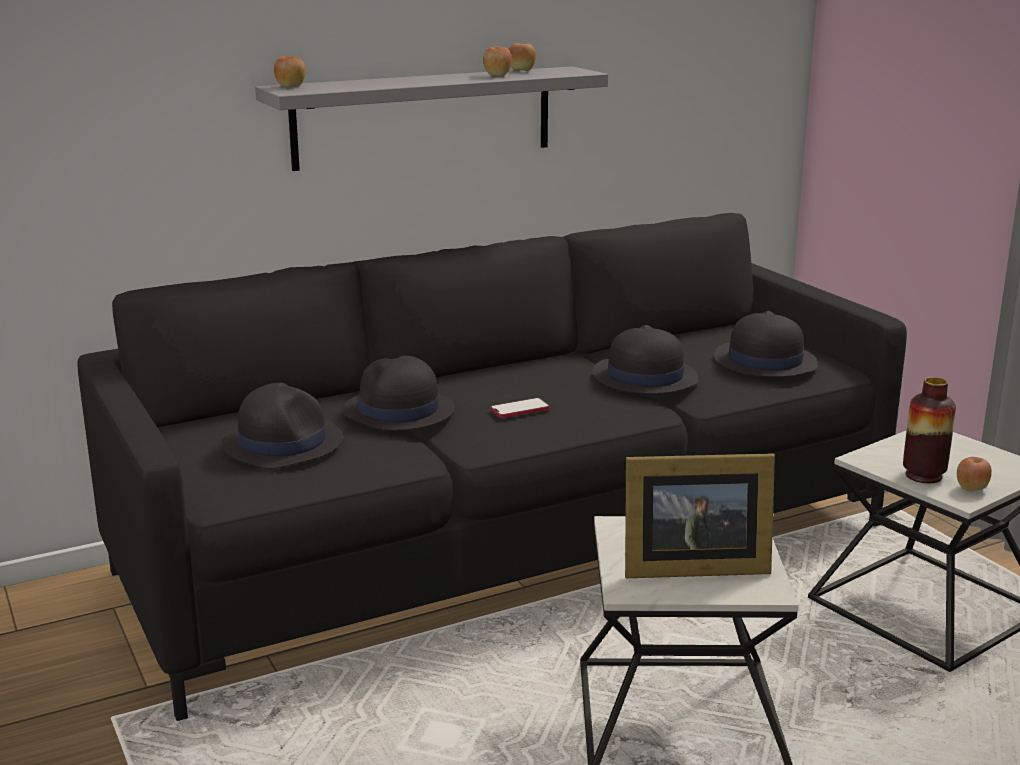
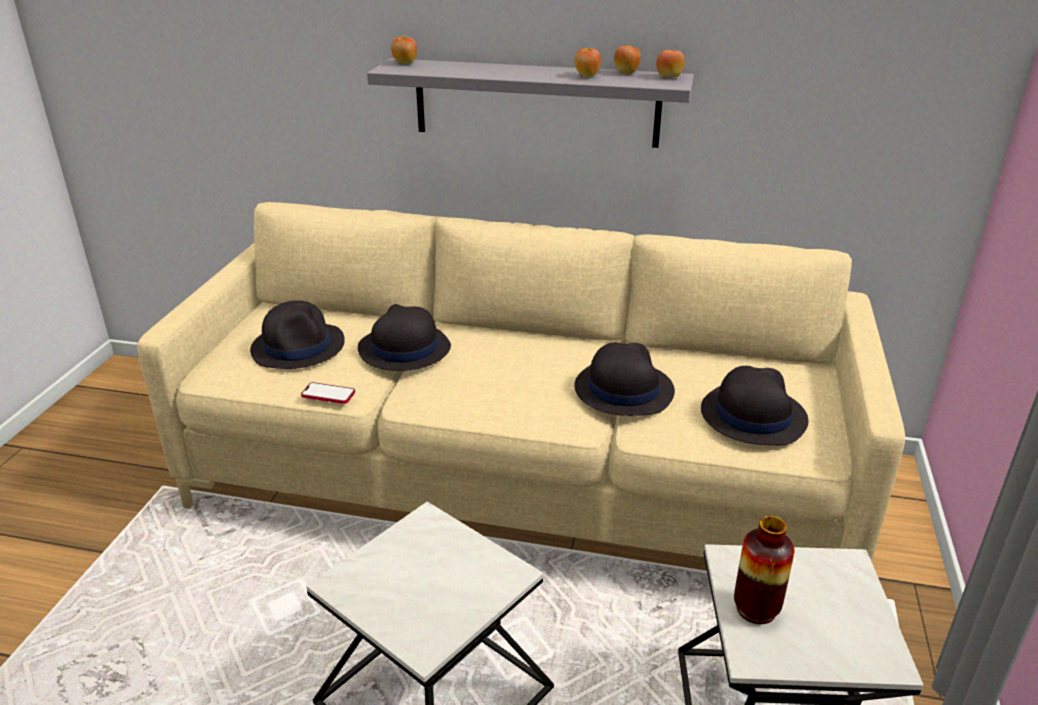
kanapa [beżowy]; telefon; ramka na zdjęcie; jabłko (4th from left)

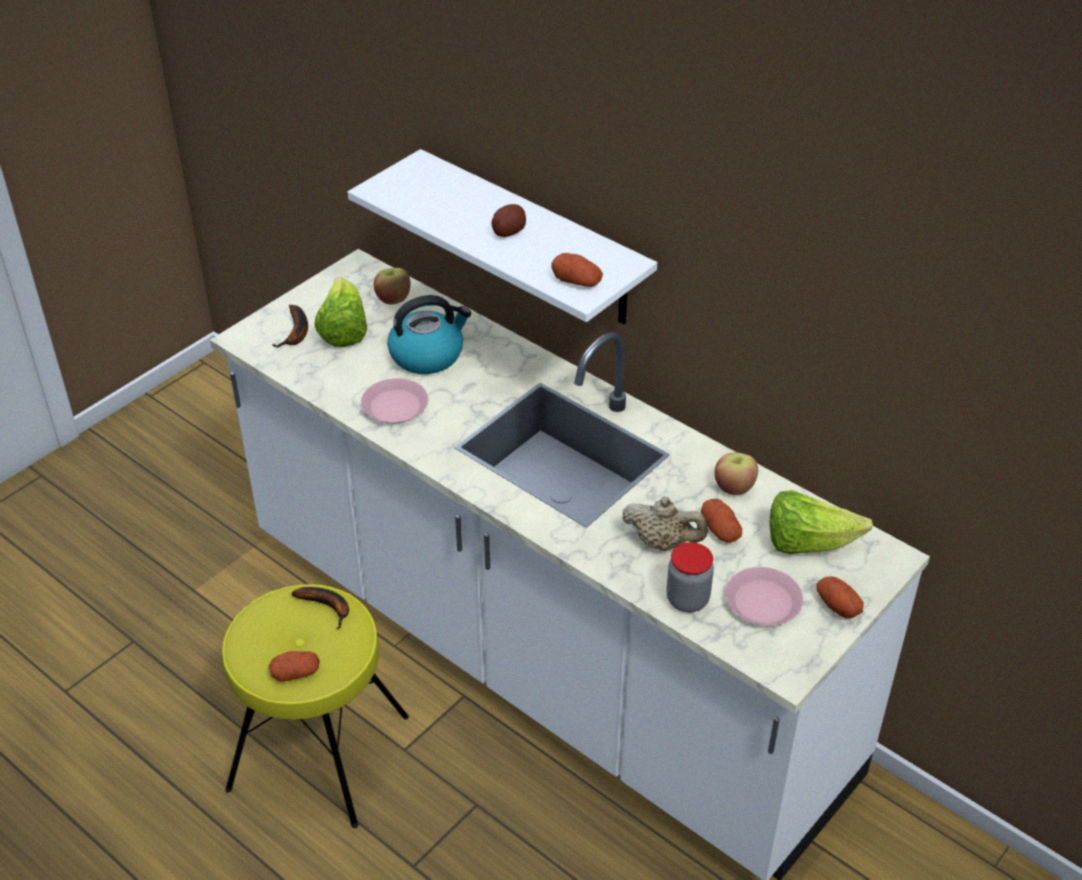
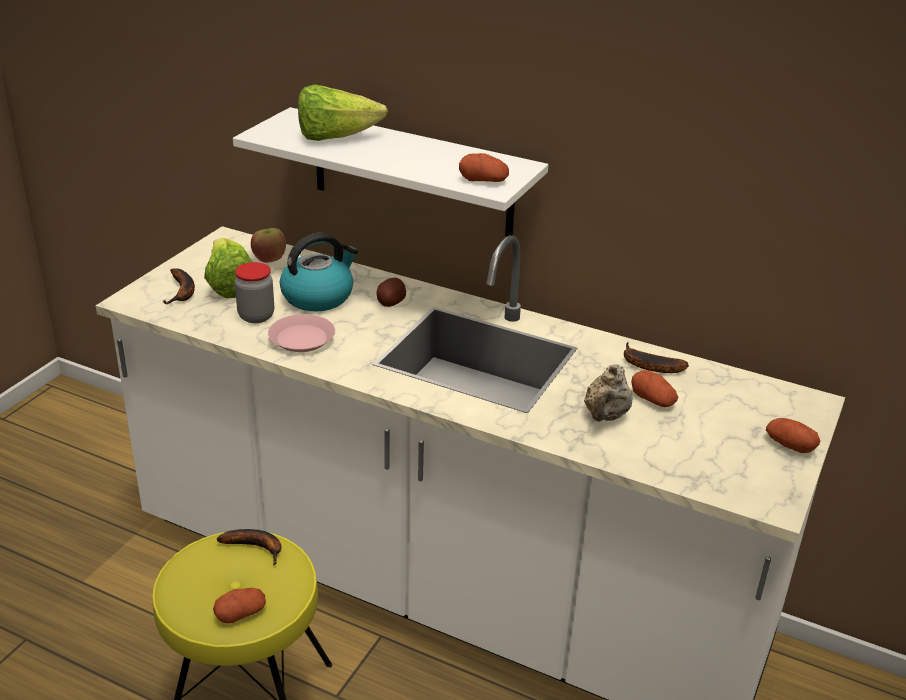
ziemniak (2nd from left); imbryk [beżowy]; słoik; banan (3rd from left); talerz [różowy] (2nd from left in the first image); sałata (2nd from left)

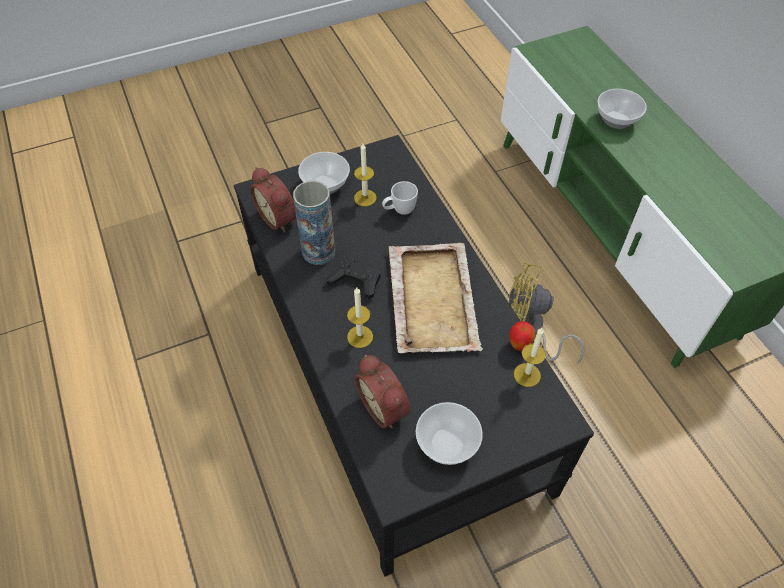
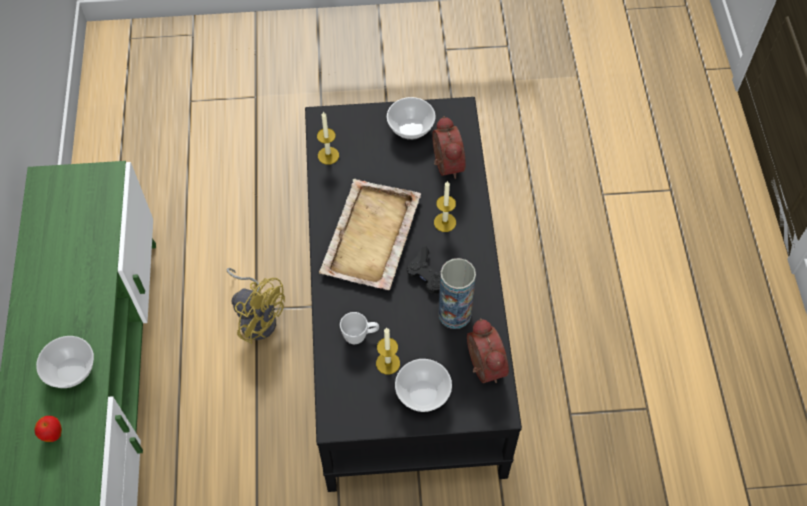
jabłko

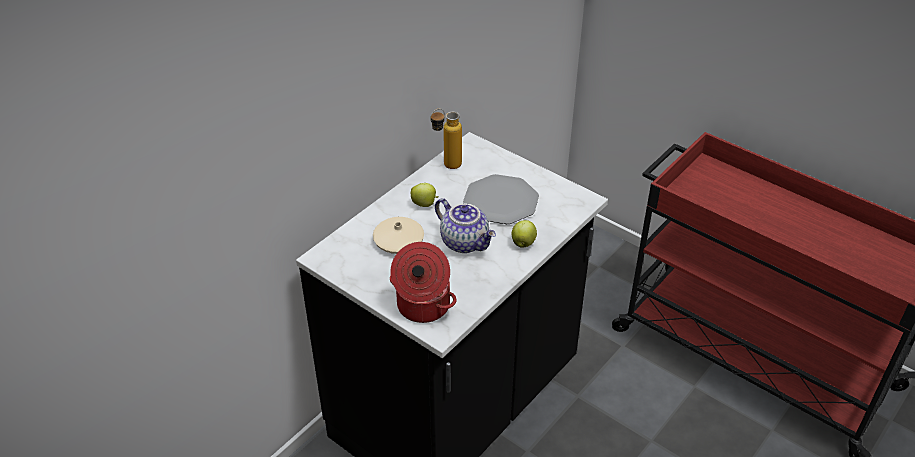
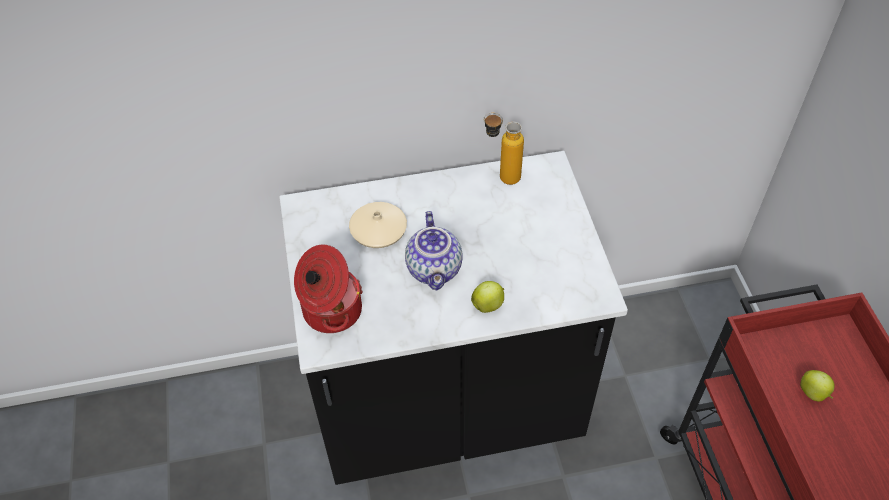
jabłko (2nd from left); talerz

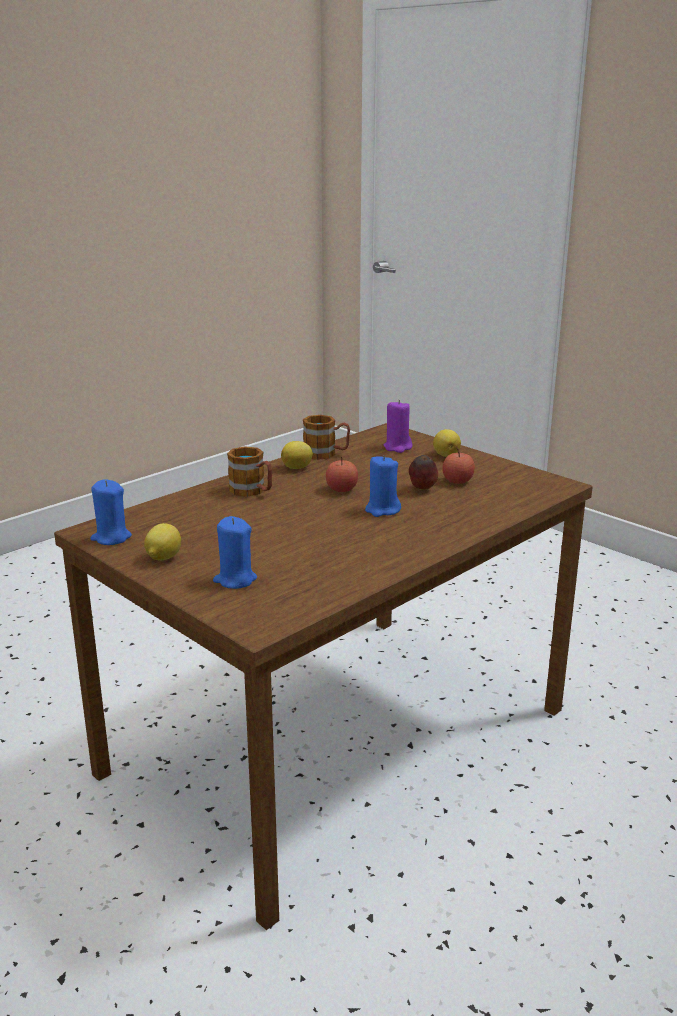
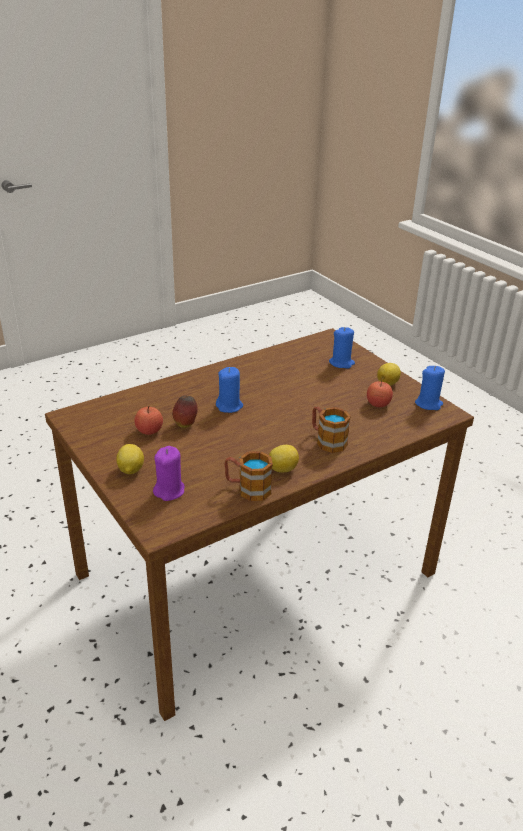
jabłko (3rd from left)

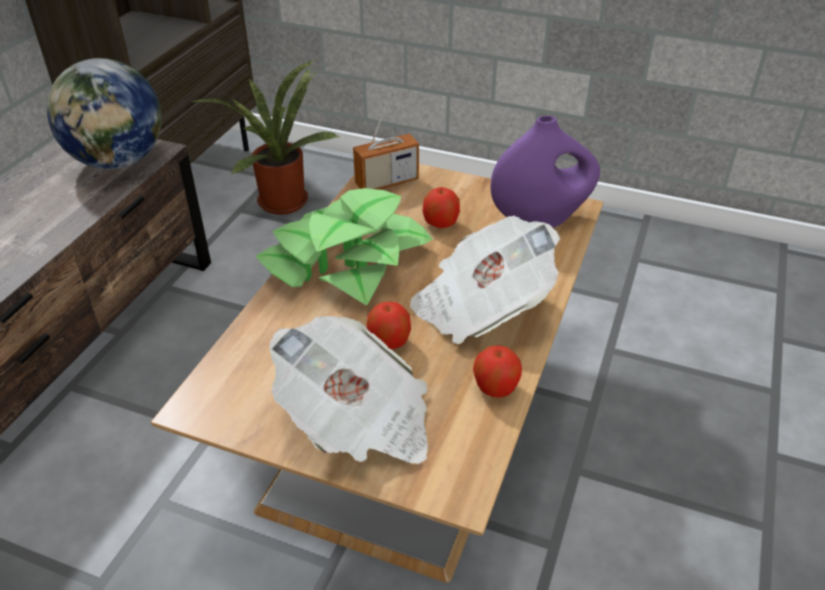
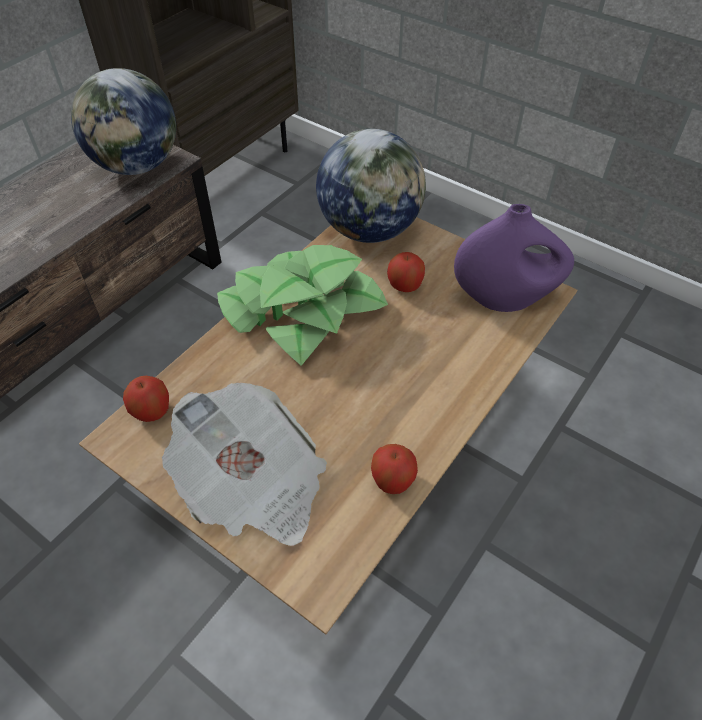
roślina doniczkowa (1st from left in the first image); globus (2nd from left); jabłko (1st from left); gazeta (2nd from left in the first image)

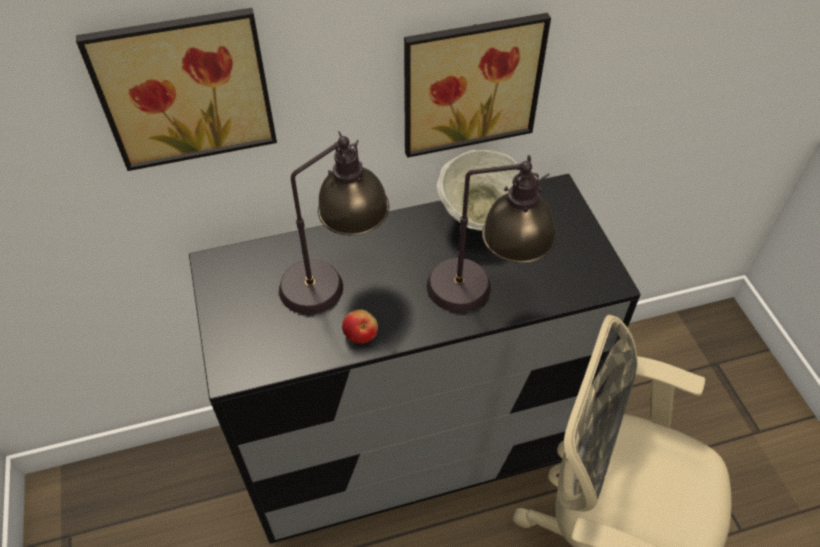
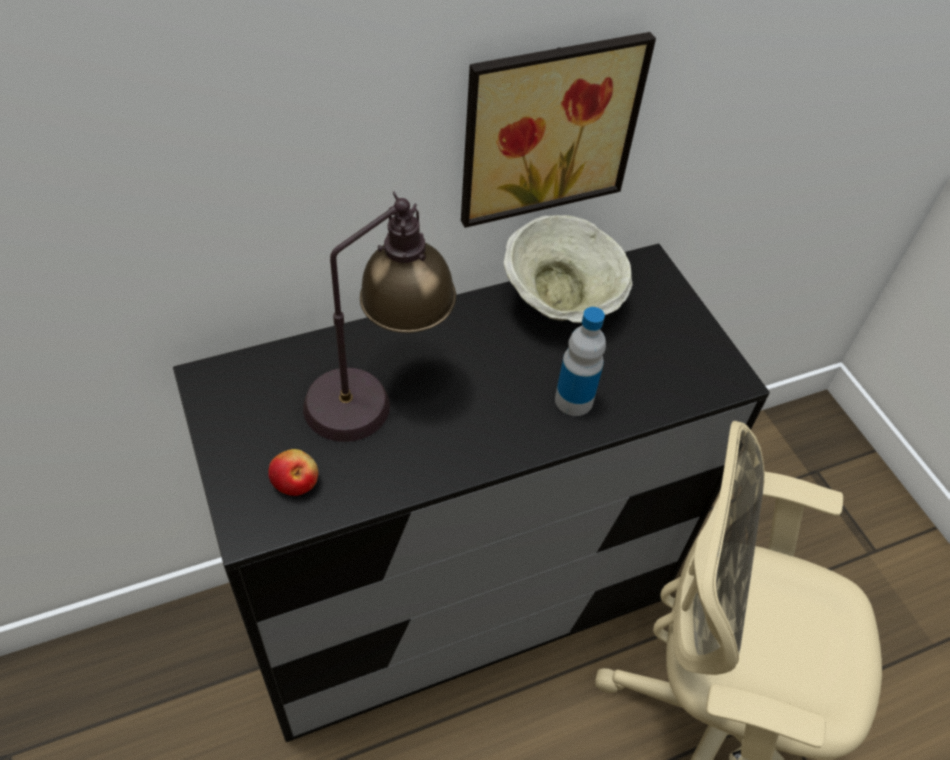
obraz (1st from left in the first image); jabłko; butelka

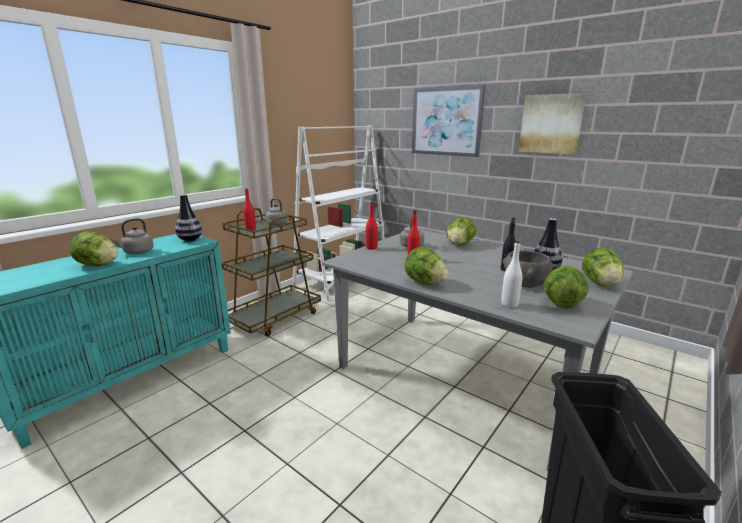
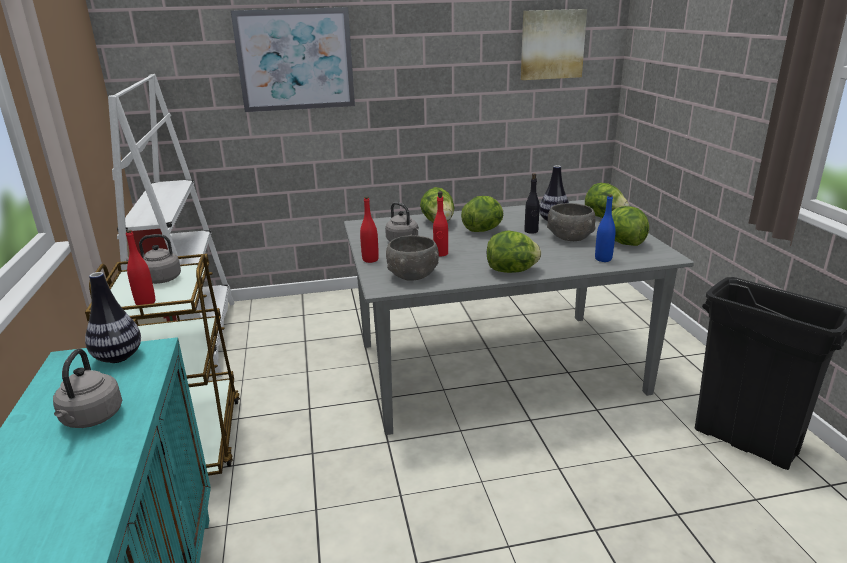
sałata (2nd from left); butelka [niebieski]; obraz (2nd from left); miska [szary] (1st from left)

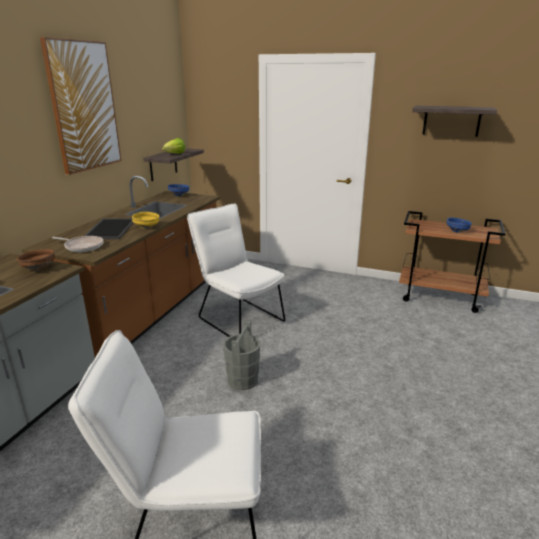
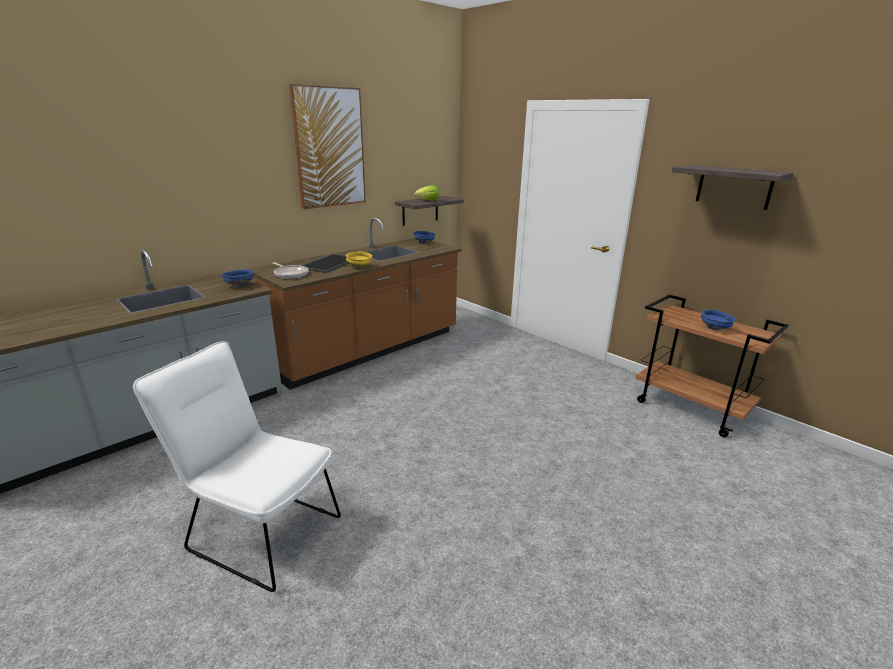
miska [niebieski] (1st from left); krzesło [biały] (2nd from left in the first image); wiadro [szary]

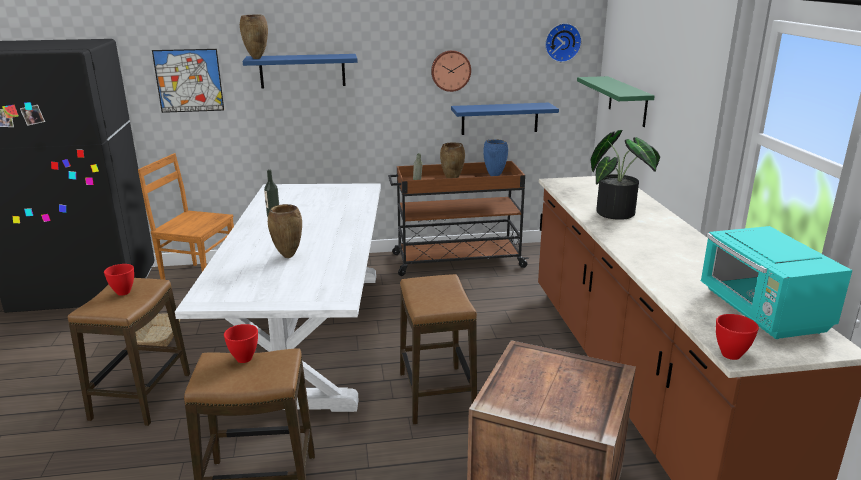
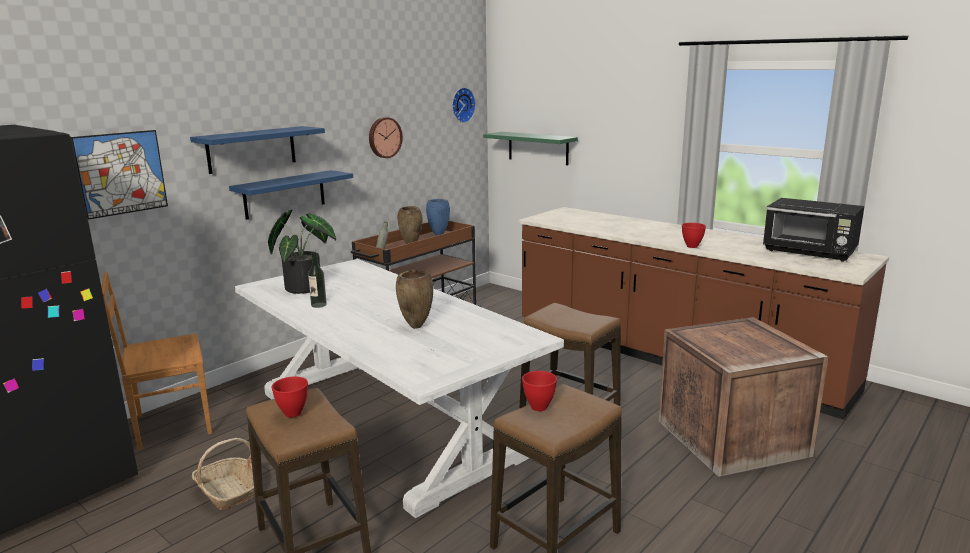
wazon [brązowy] (1st from left in the first image); półka [niebieski] (2nd from left); roślina doniczkowa; mikrofalówka [czarny]; miska [czerwony] (3rd from left)

